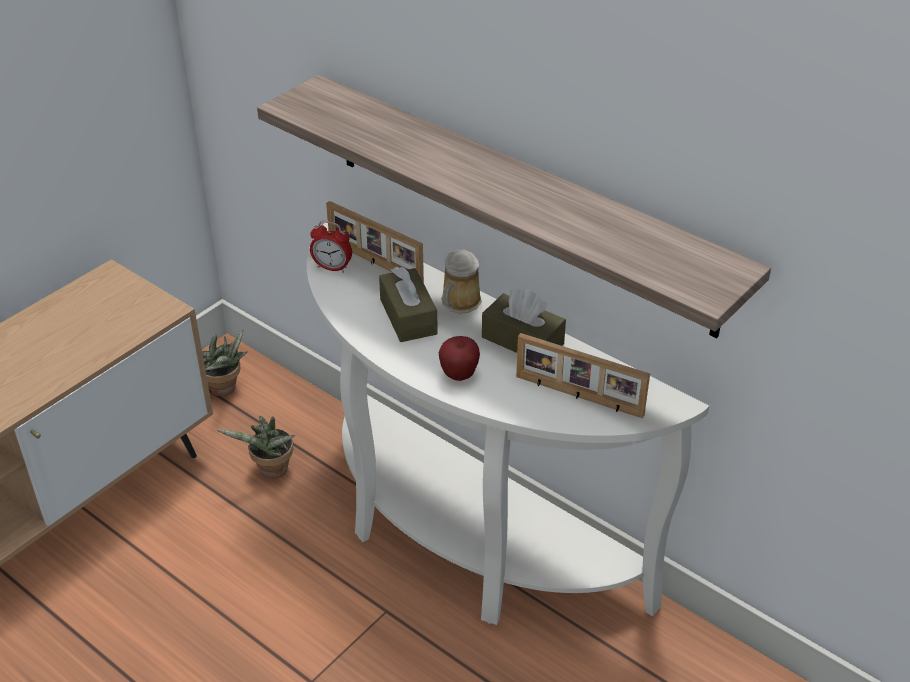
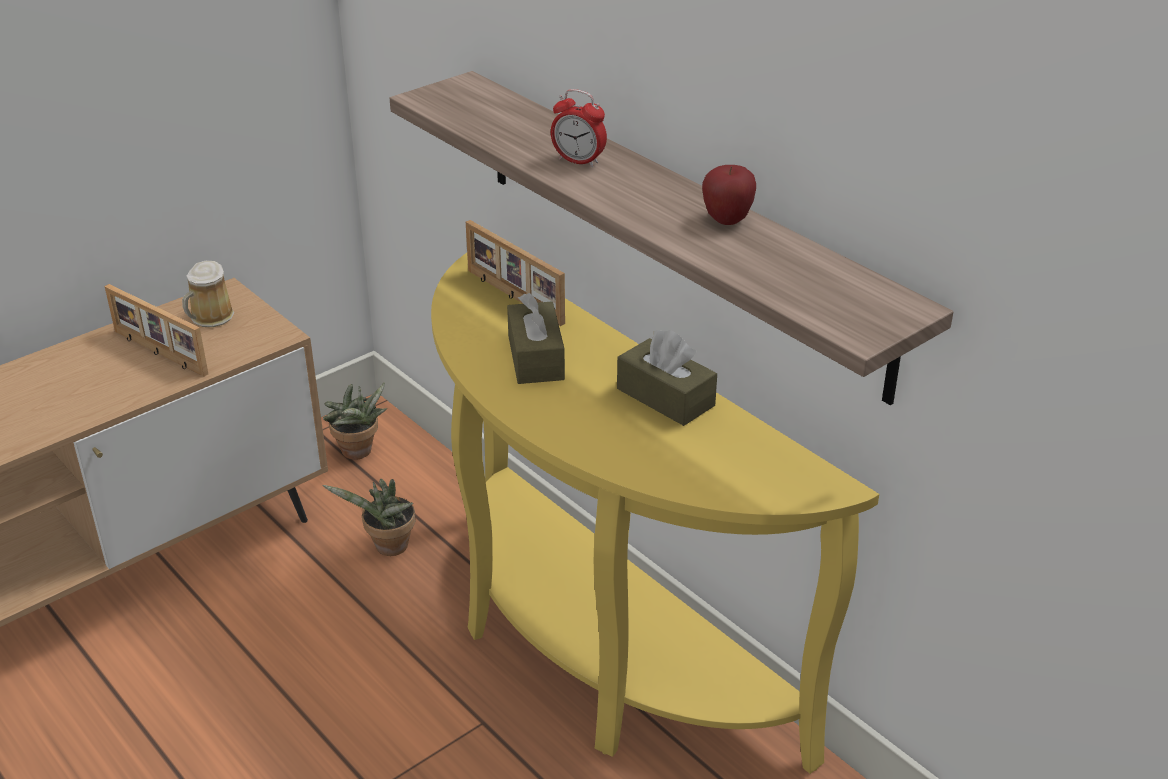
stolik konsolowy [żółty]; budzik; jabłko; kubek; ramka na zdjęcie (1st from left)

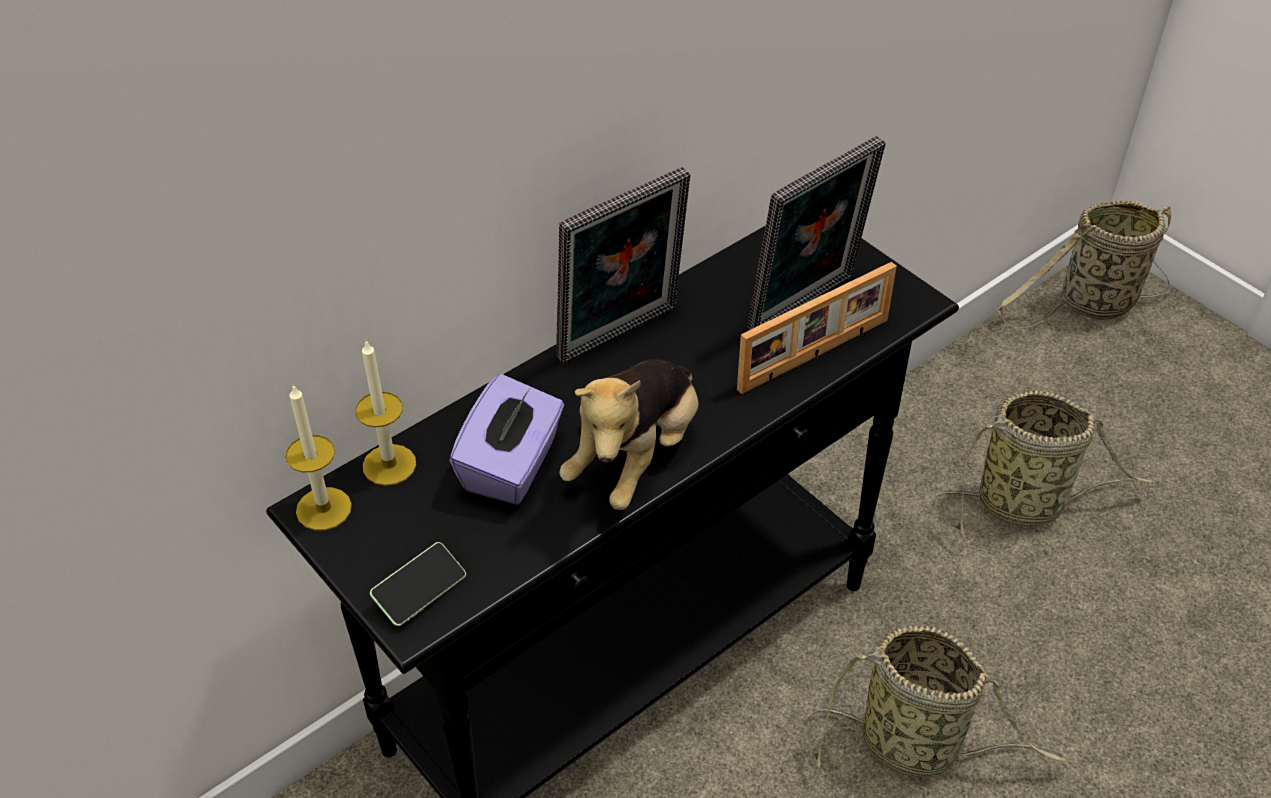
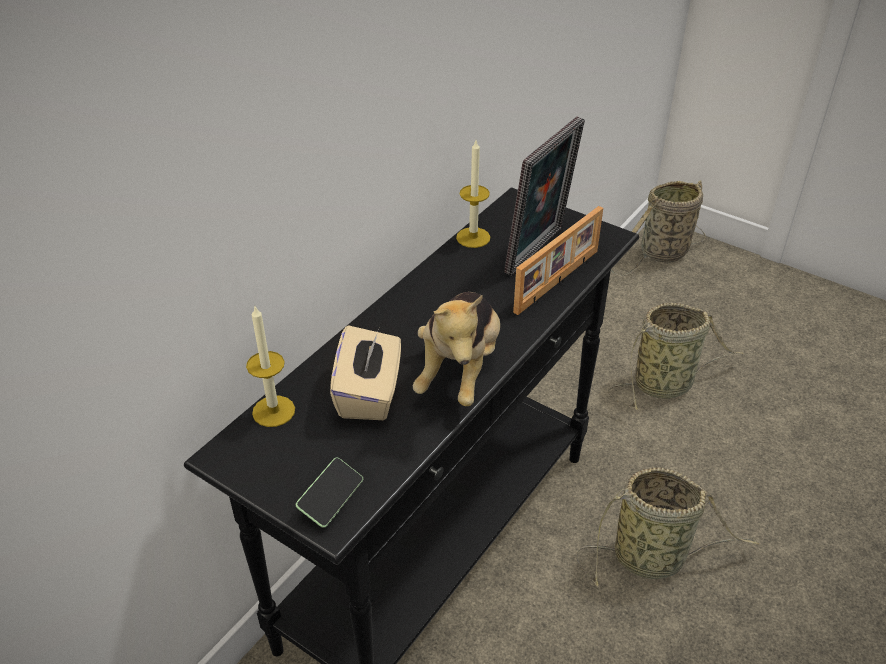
świeca (2nd from left); pudełko chusteczek [beżowy]; ramka na zdjęcie (1st from left in the first image)

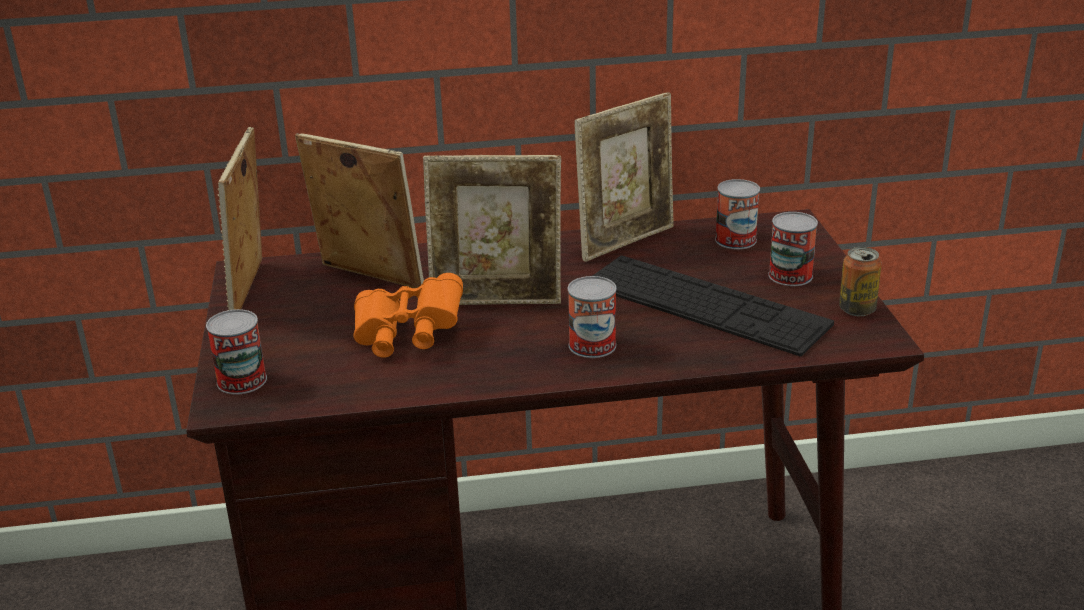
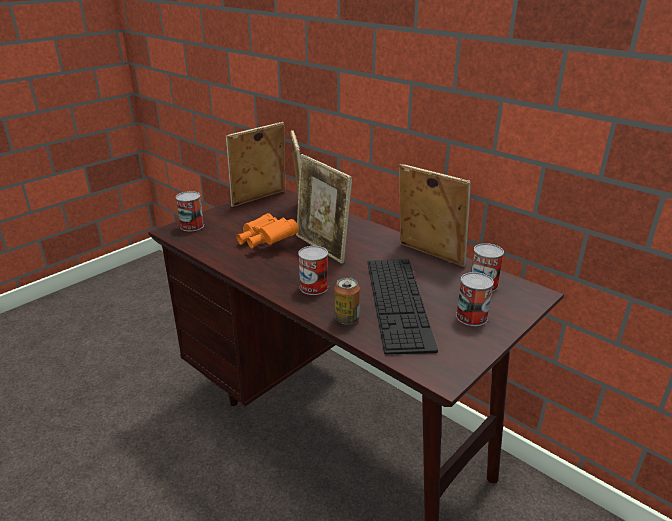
ramka na zdjęcie (4th from left); puszka (3rd from left)

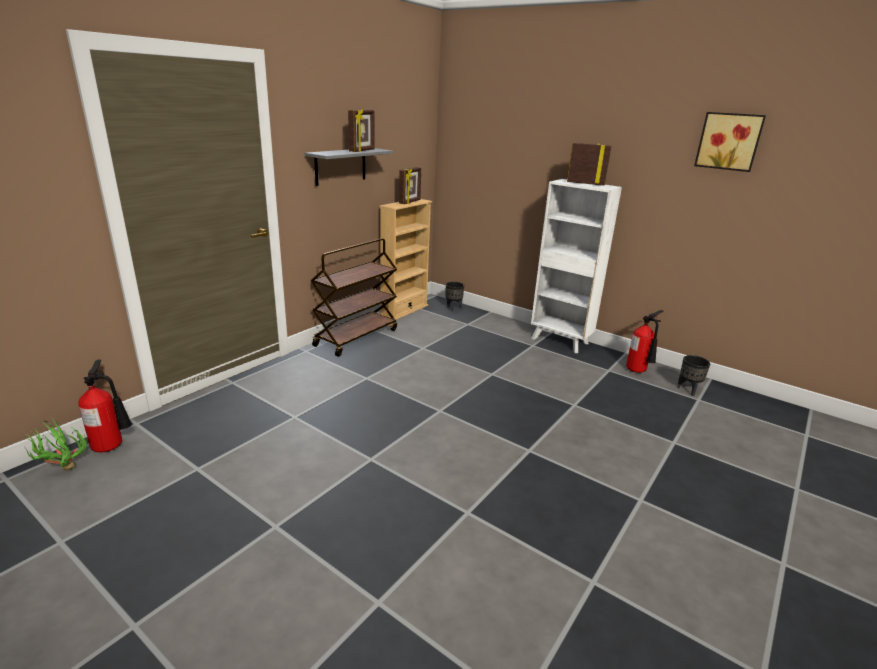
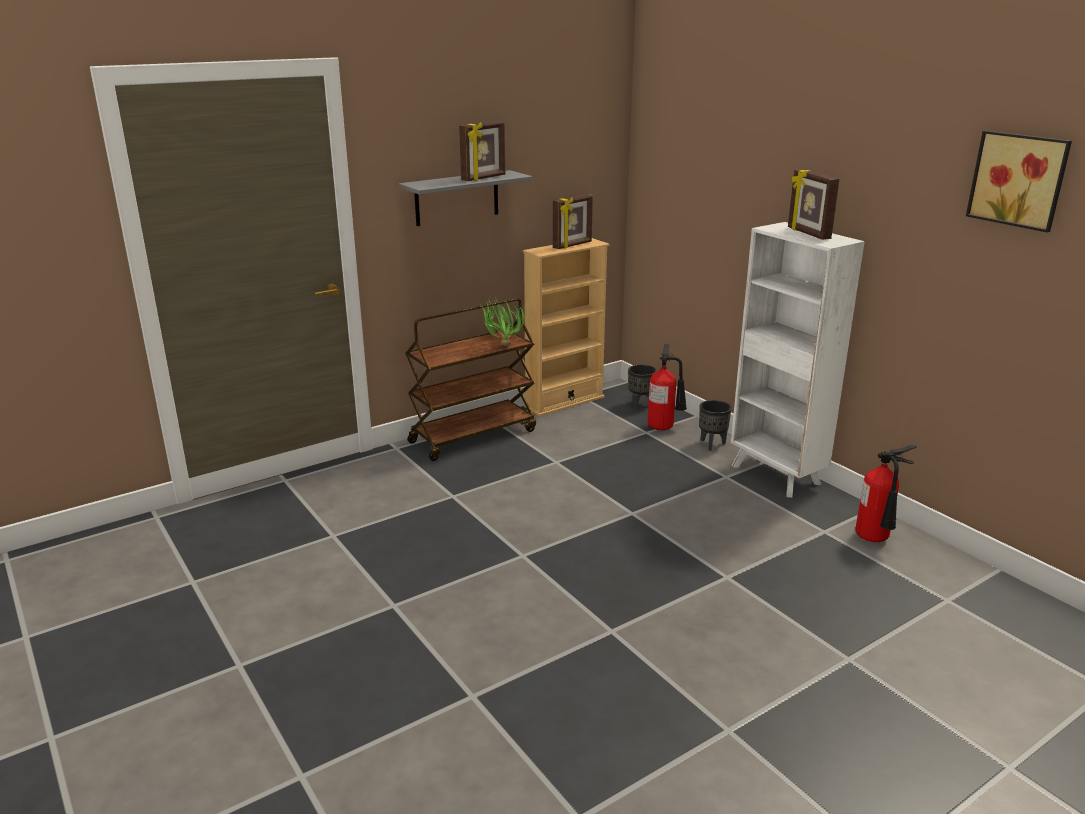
roślina doniczkowa; gaśnica (1st from left); ramka na zdjęcie (3rd from left); donica [czarny] (2nd from left)

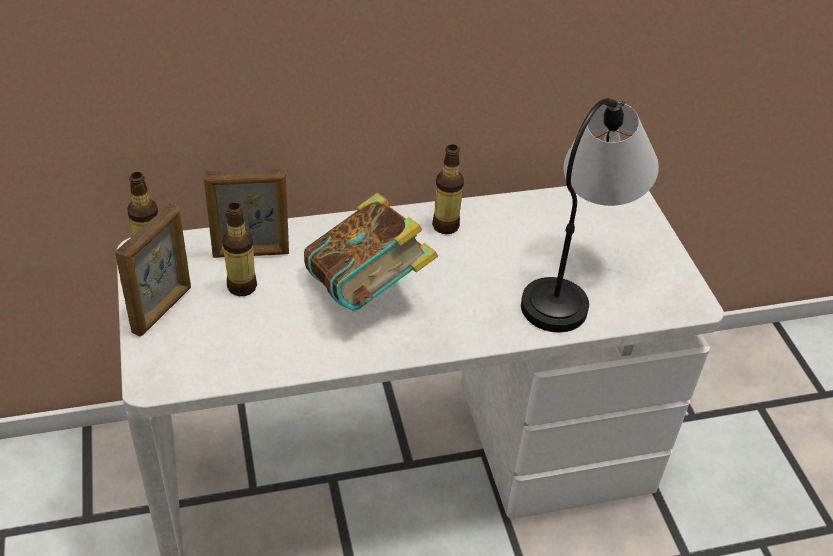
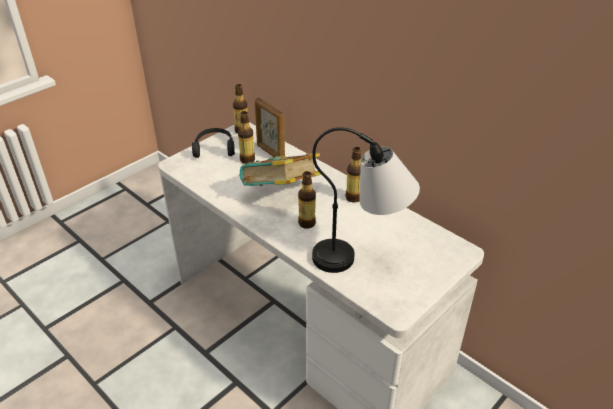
słuchawki [czarny]; butelka (3rd from left)

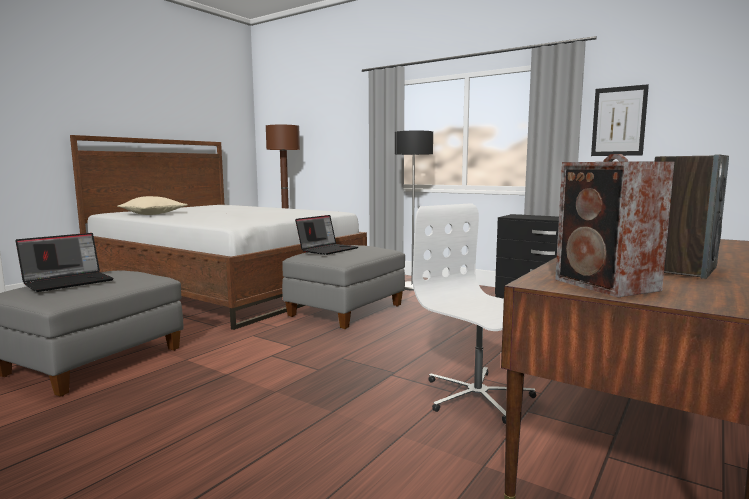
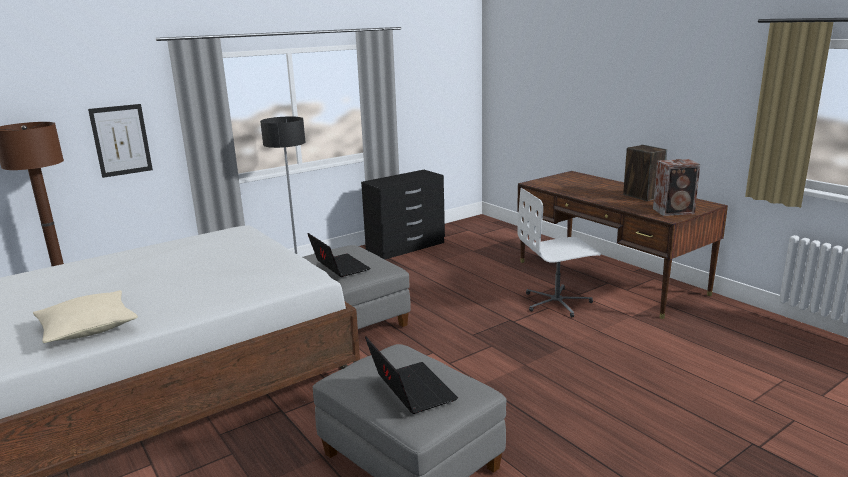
obraz

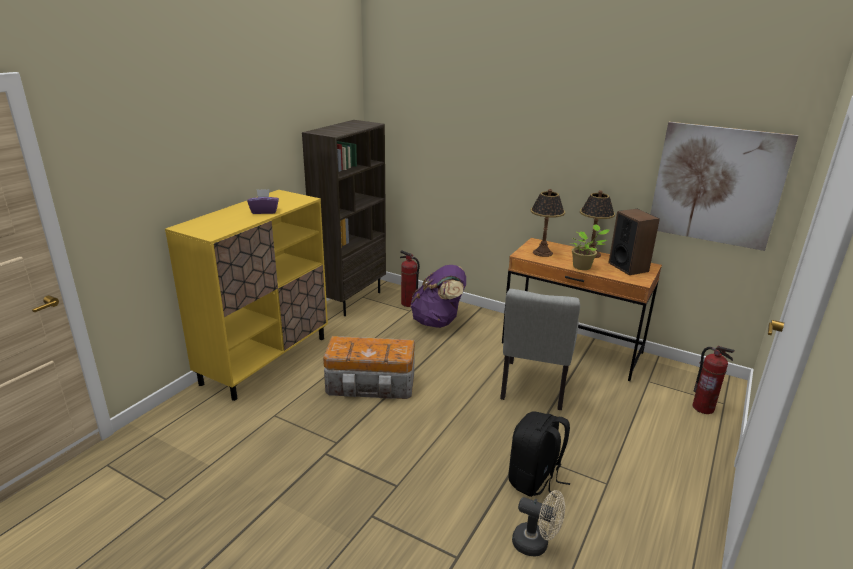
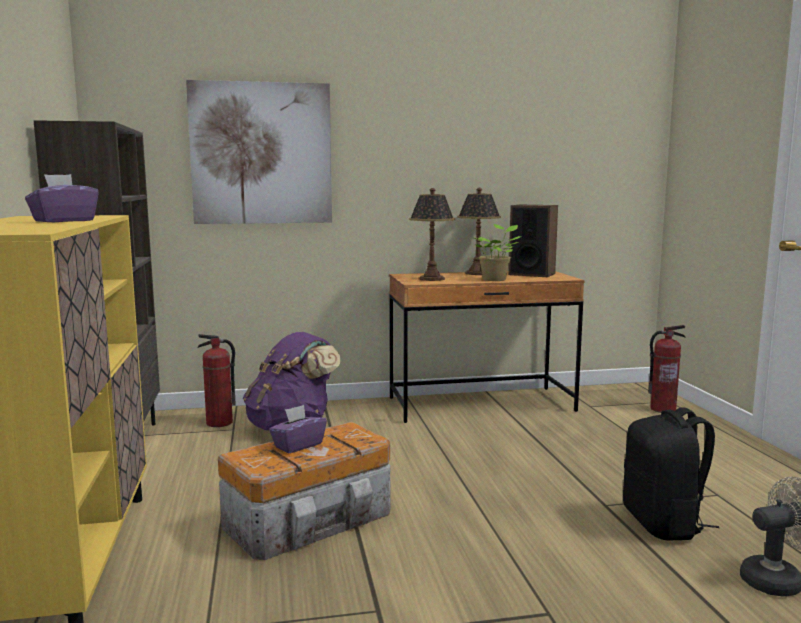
krzesło [szary]; obraz; pudełko chusteczek [fioletowy] (2nd from left)

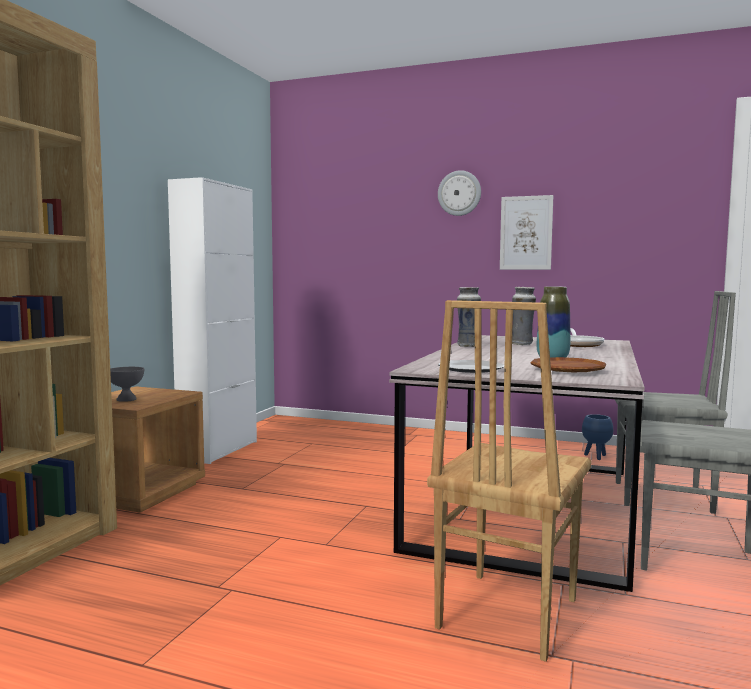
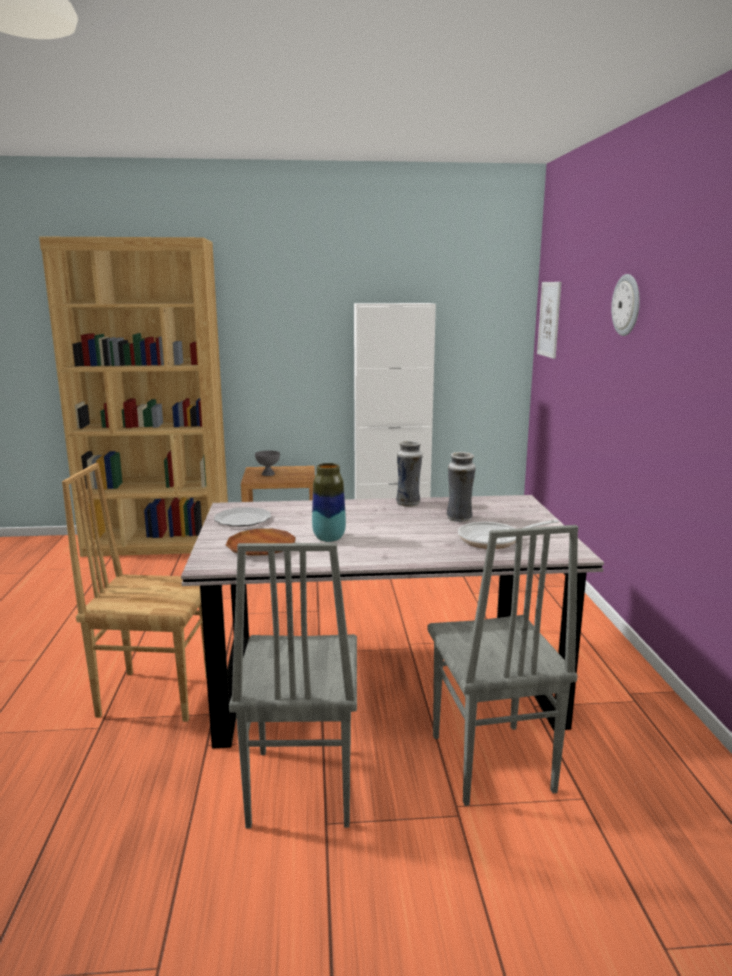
obraz; donica [niebieski]

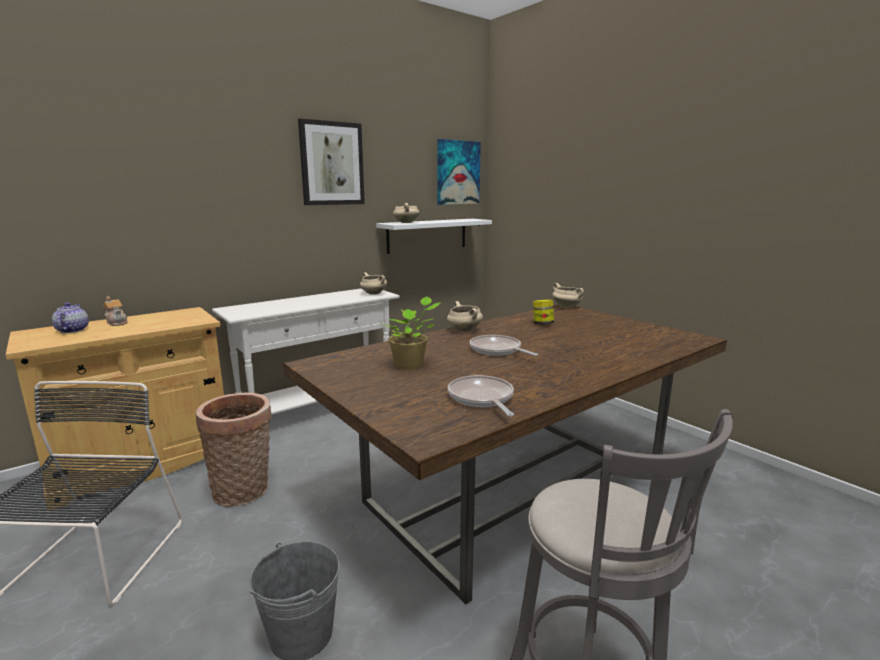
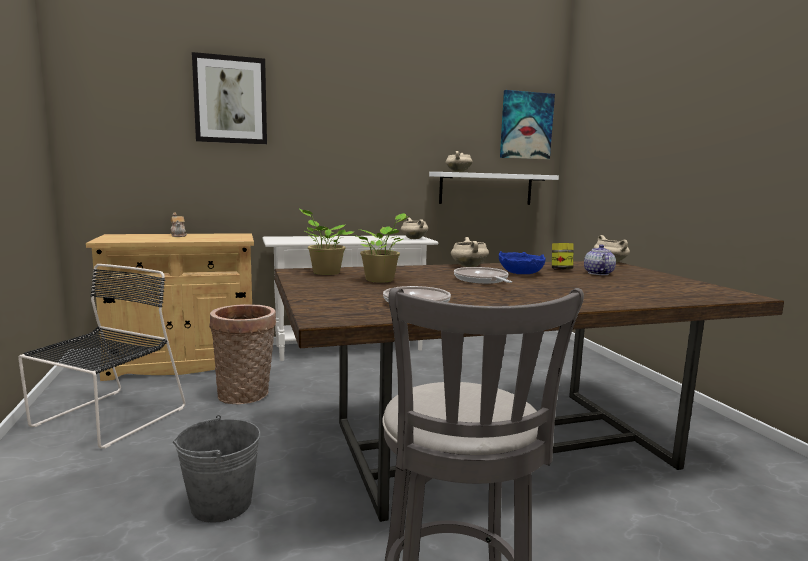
imbryk (2nd from left); obraz (1st from left); roślina doniczkowa (1st from left); miska [niebieski]

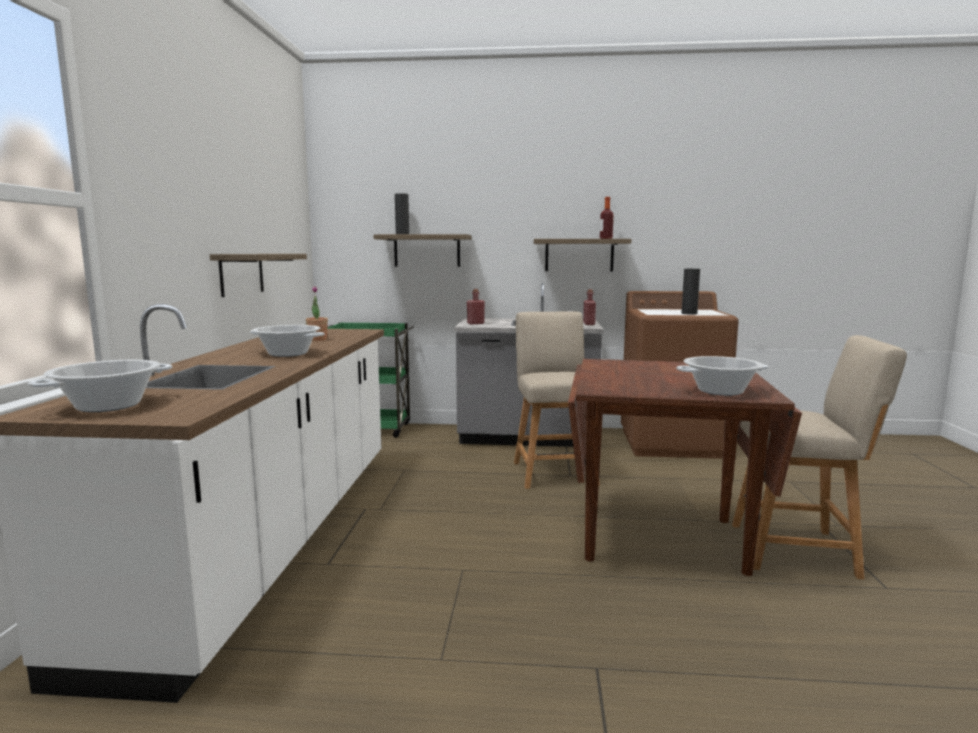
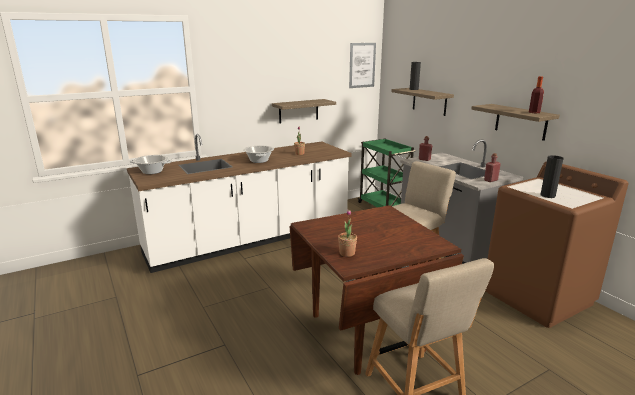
roślina doniczkowa (2nd from left); obraz

